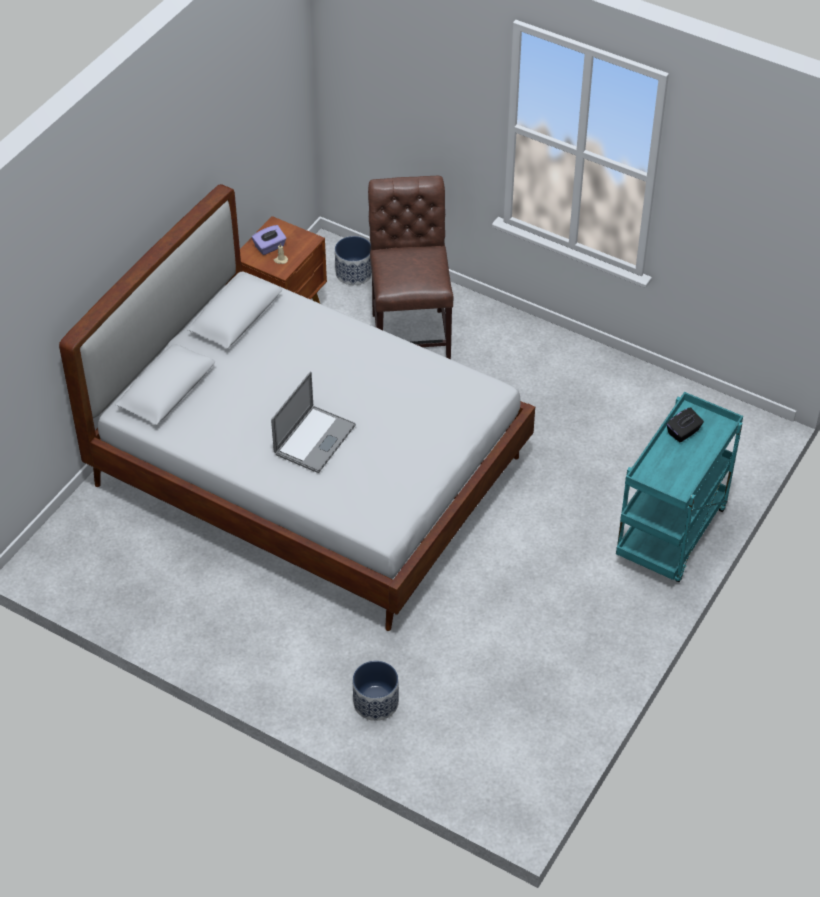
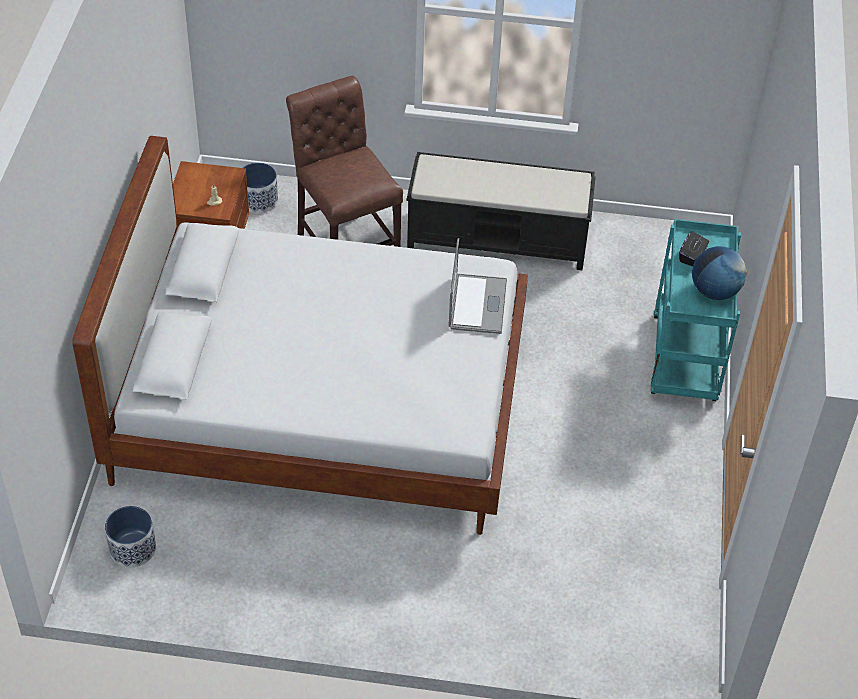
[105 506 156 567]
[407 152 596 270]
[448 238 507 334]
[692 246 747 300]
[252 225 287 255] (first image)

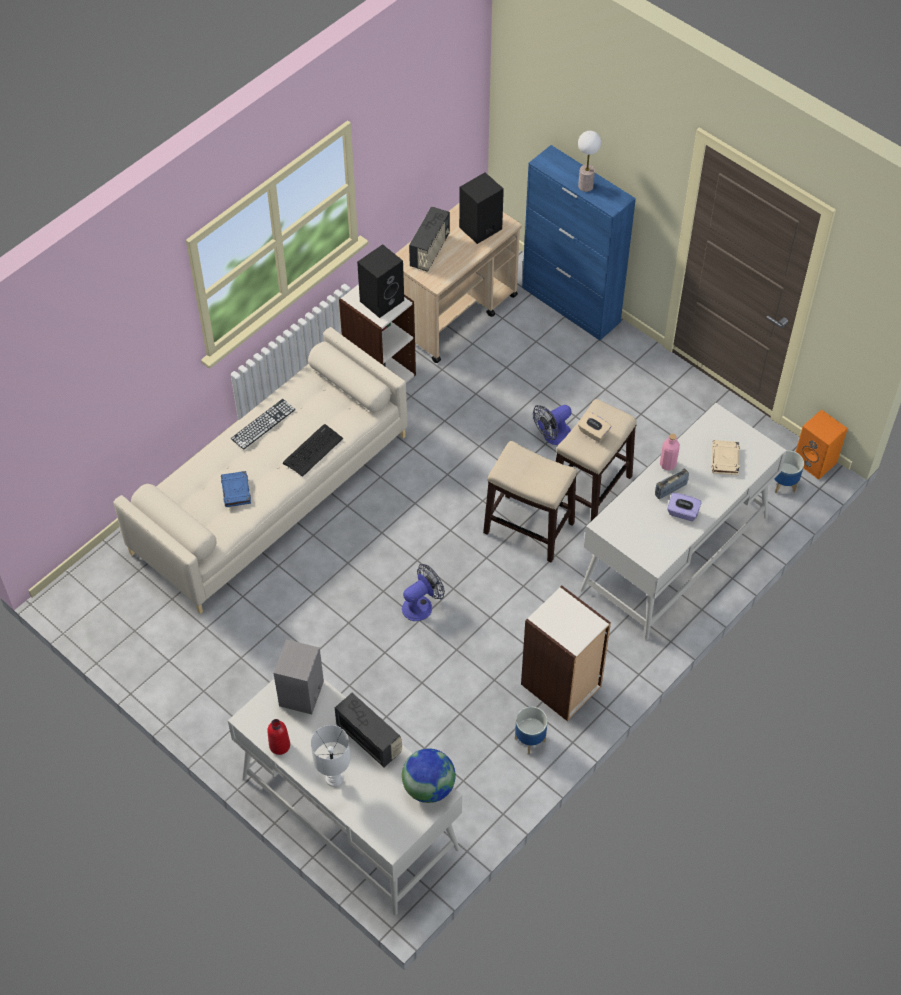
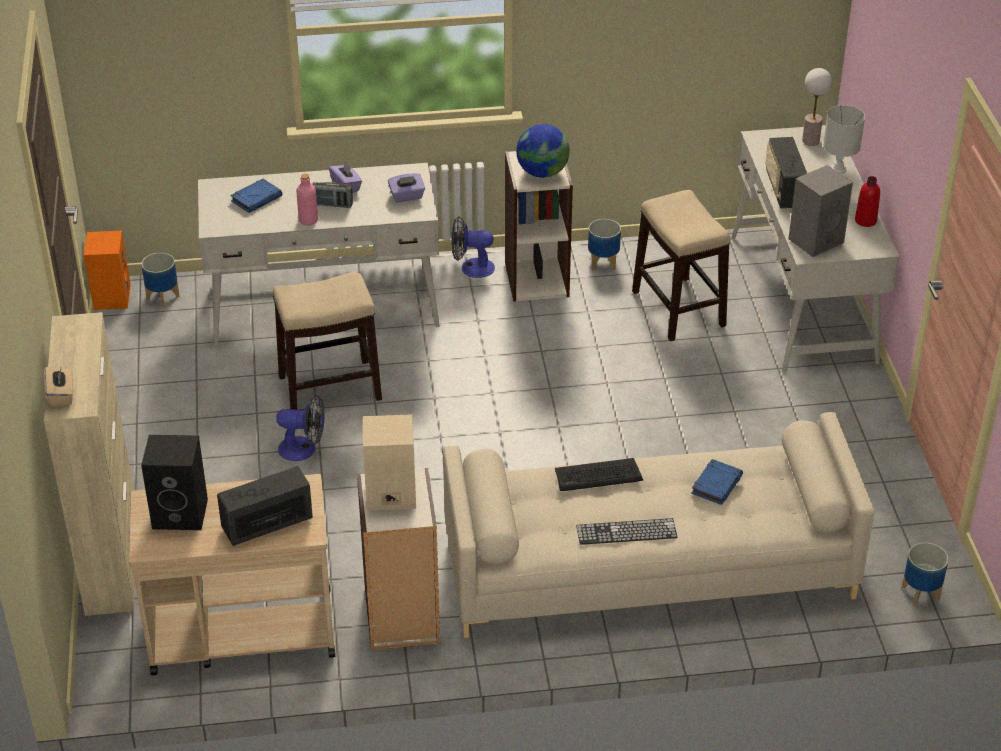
[44 312 134 616]
[44 365 74 407]
[230 179 282 213]
[363 414 416 511]
[388 173 425 203]
[451 216 495 278]
[516 124 570 178]
[632 190 731 341]
[802 68 832 146]
[902 543 949 607]

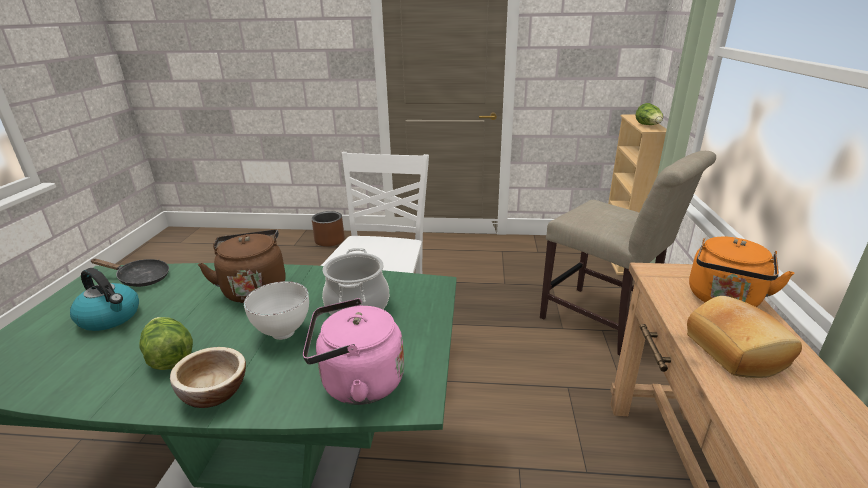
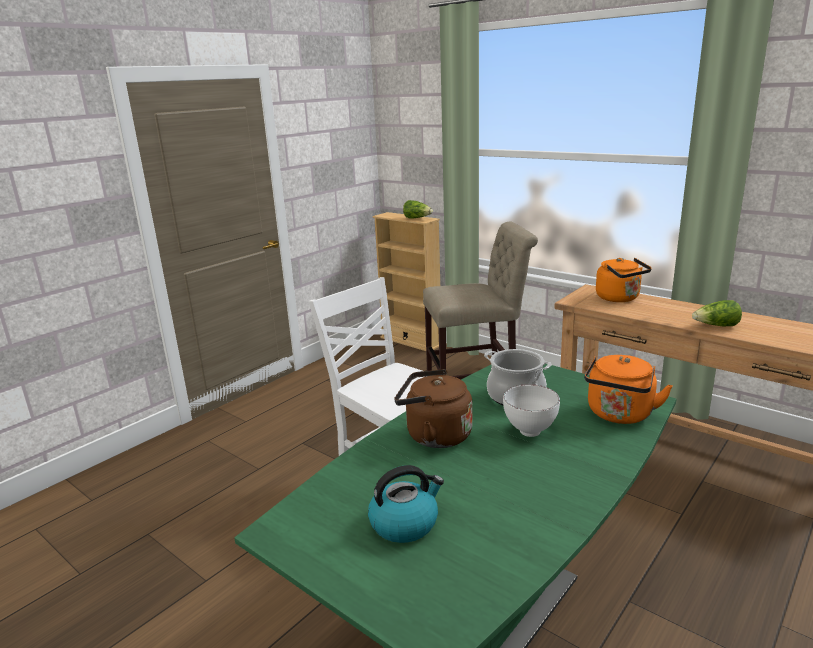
[584 355 673 424]
[692 300 742 326]
[90 259 169 287] (first image)
[170 347 246 408] (first image)
[312 211 345 247] (first image)
[687 296 802 378] (first image)

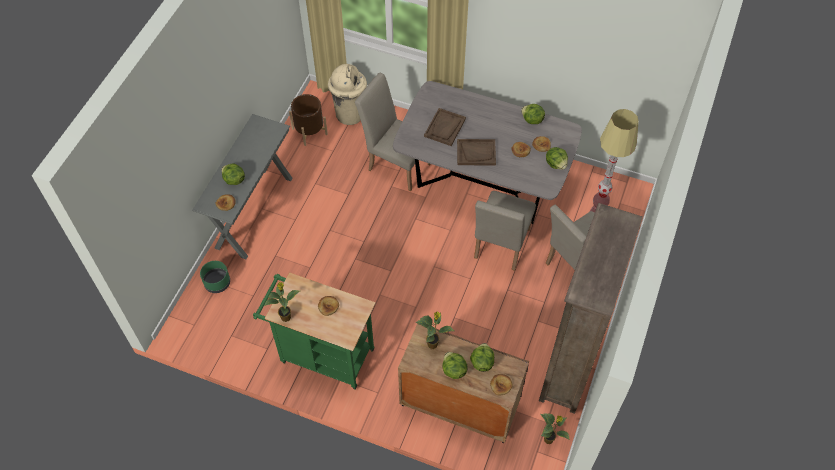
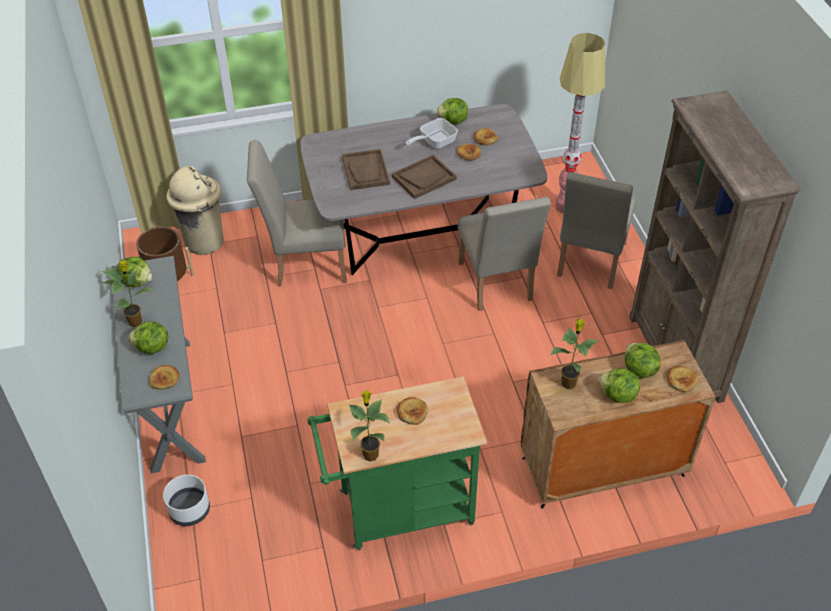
[102 260 154 327]
[116 257 152 287]
[163 475 210 526]
[406 118 458 149]

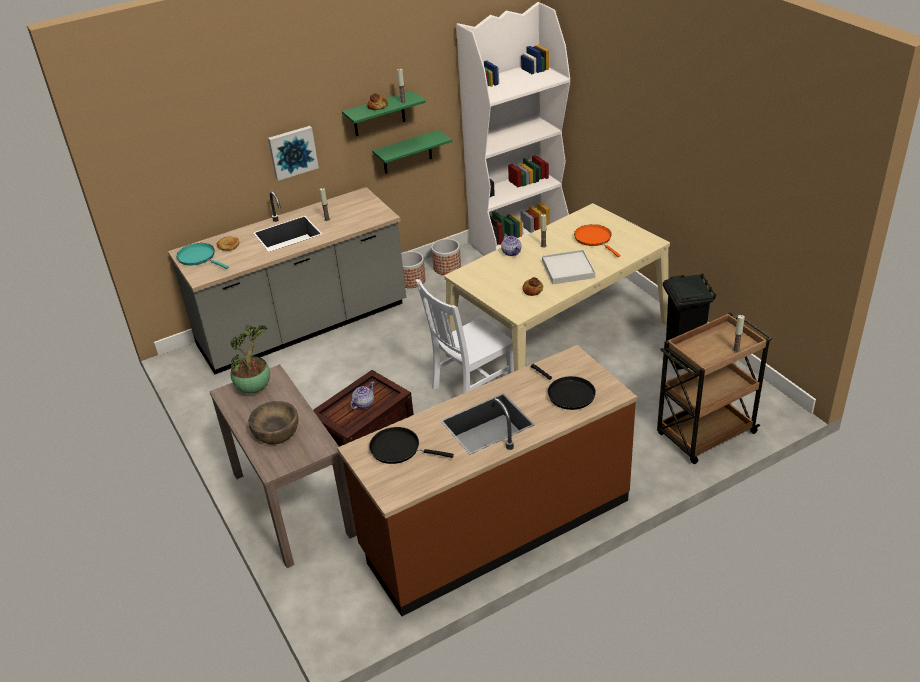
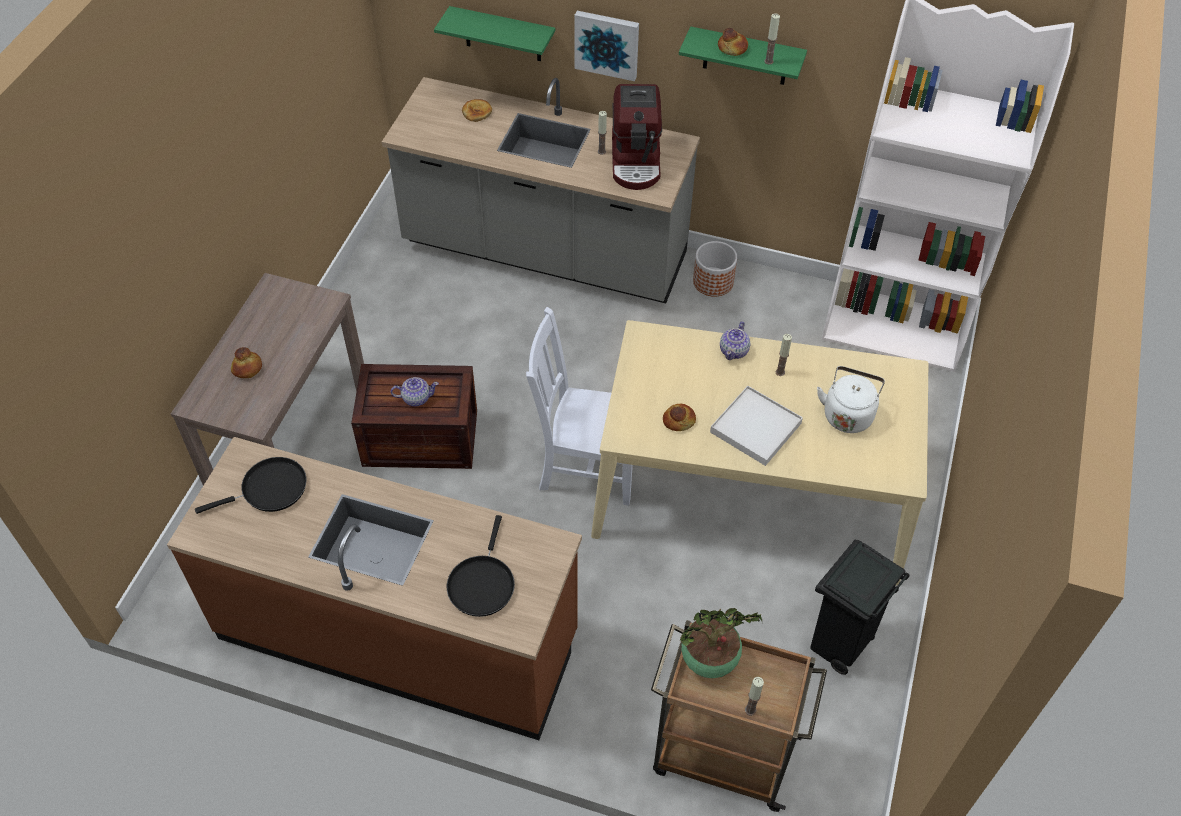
[195 457 306 514]
[231 347 262 378]
[434 6 555 61]
[612 84 662 190]
[680 608 762 678]
[817 366 885 433]
[176 243 229 269] (first image)
[431 238 461 275] (first image)

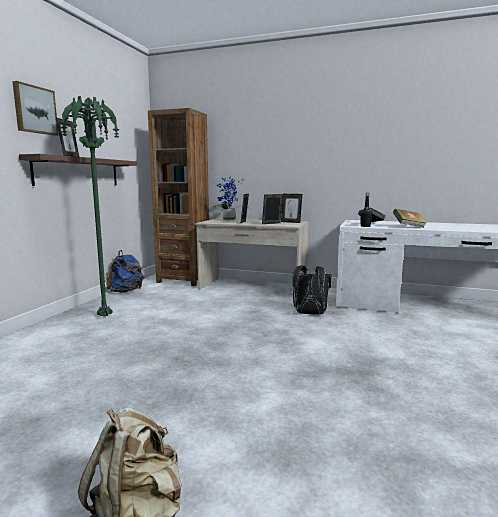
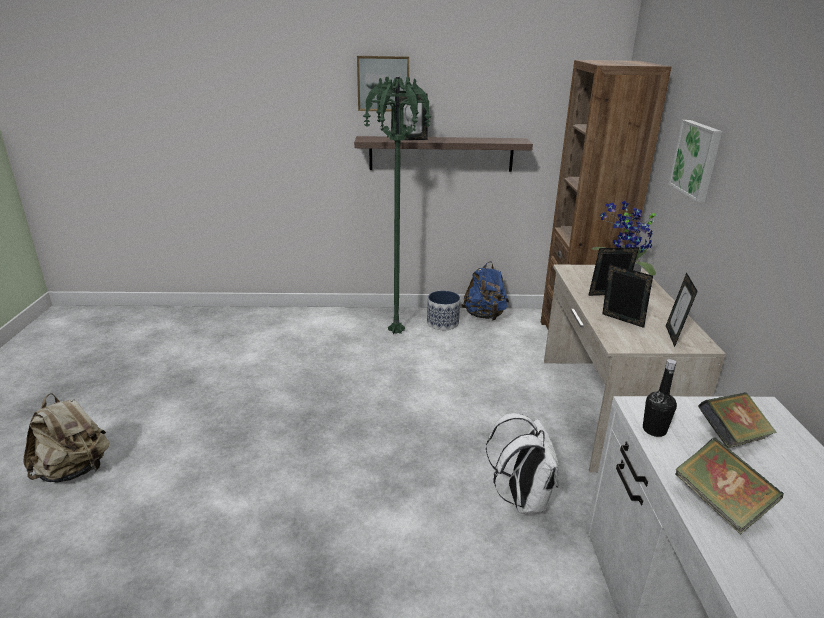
[427 291 460 330]
[486 413 559 514]
[669 120 722 202]

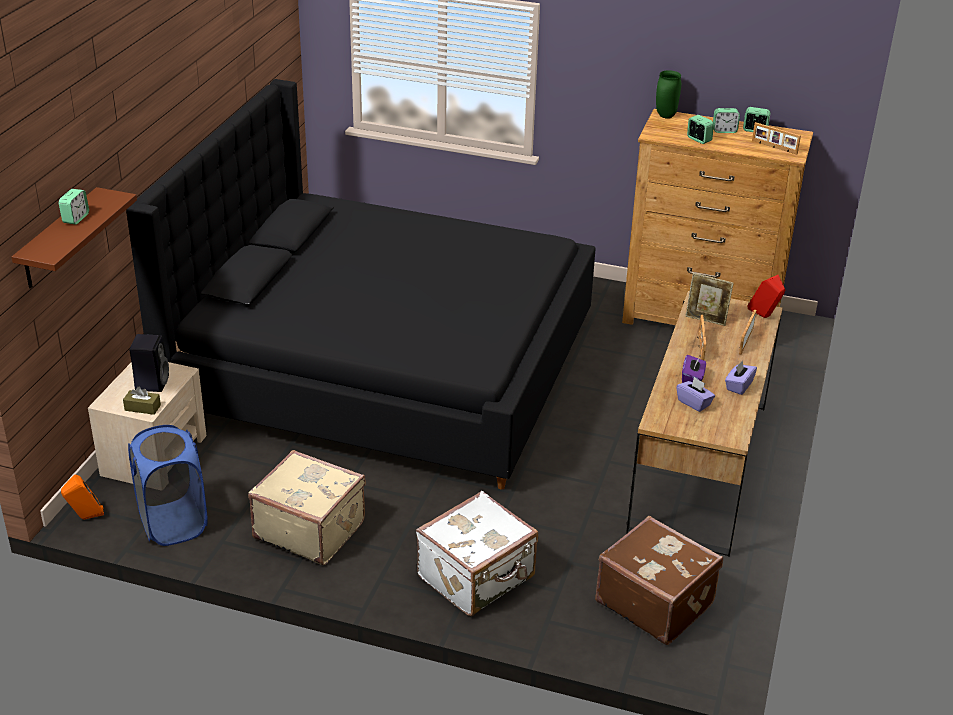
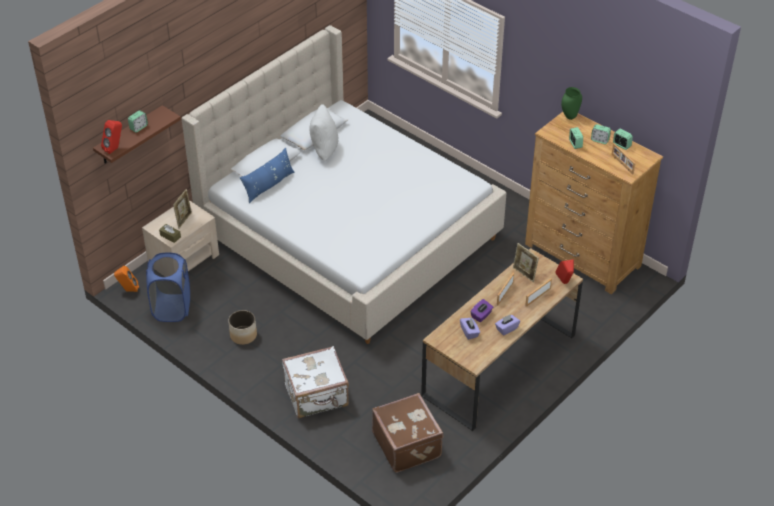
[101 120 122 154]
[173 189 192 228]
[182 25 506 344]
[228 310 257 345]
[240 148 294 203]
[309 104 338 162]

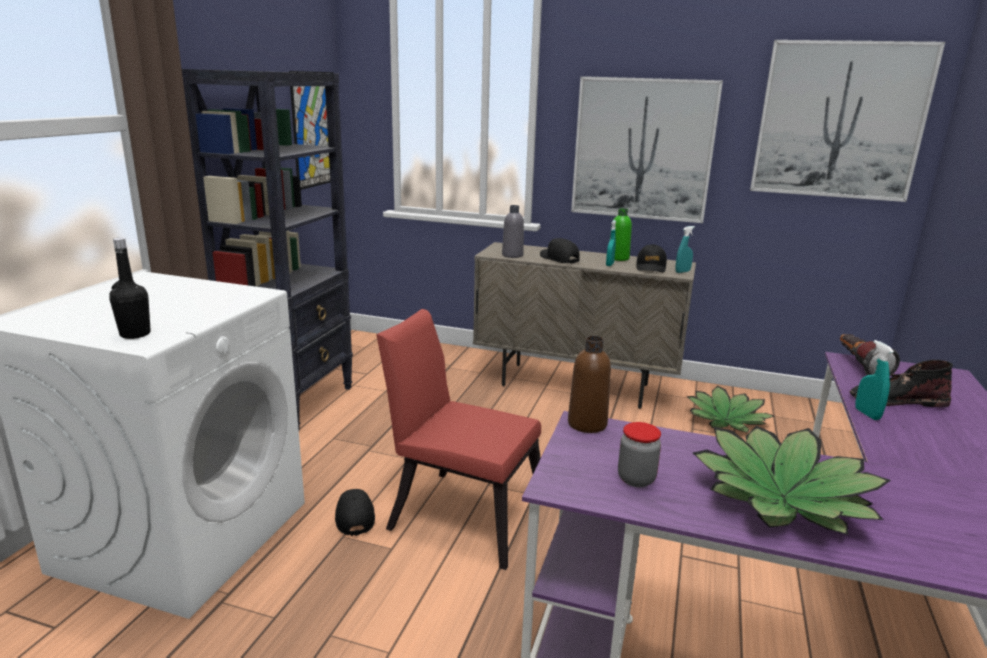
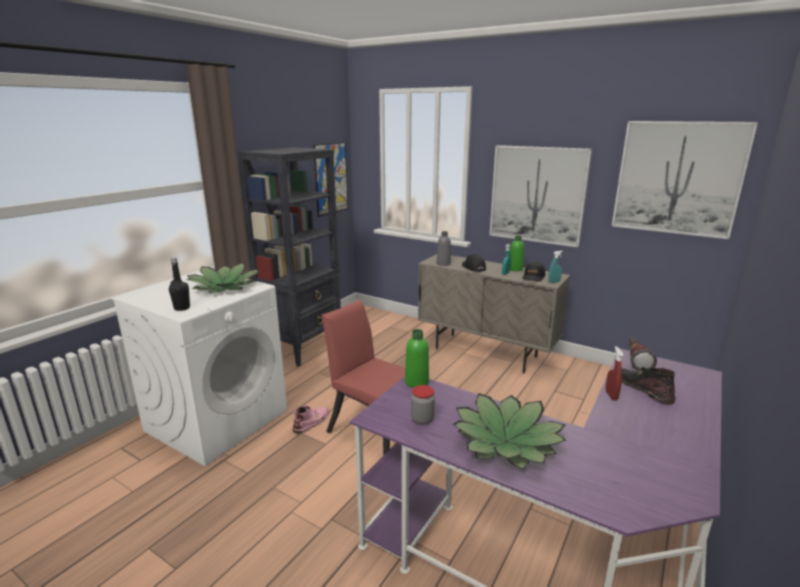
[186 262 260 294]
[293 405 329 434]
[405 329 429 388]
[605 346 624 400]
[621 367 675 405]

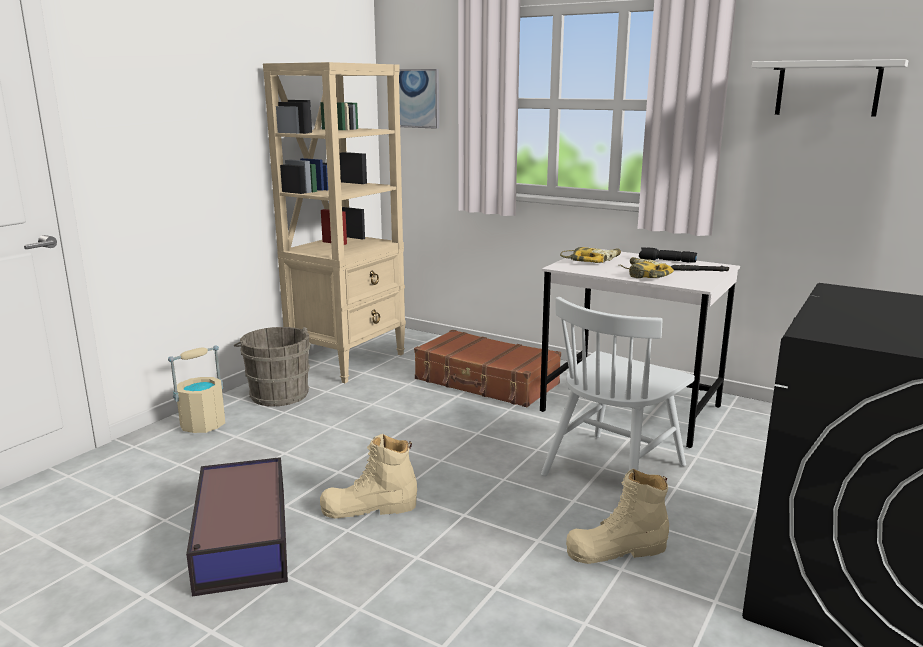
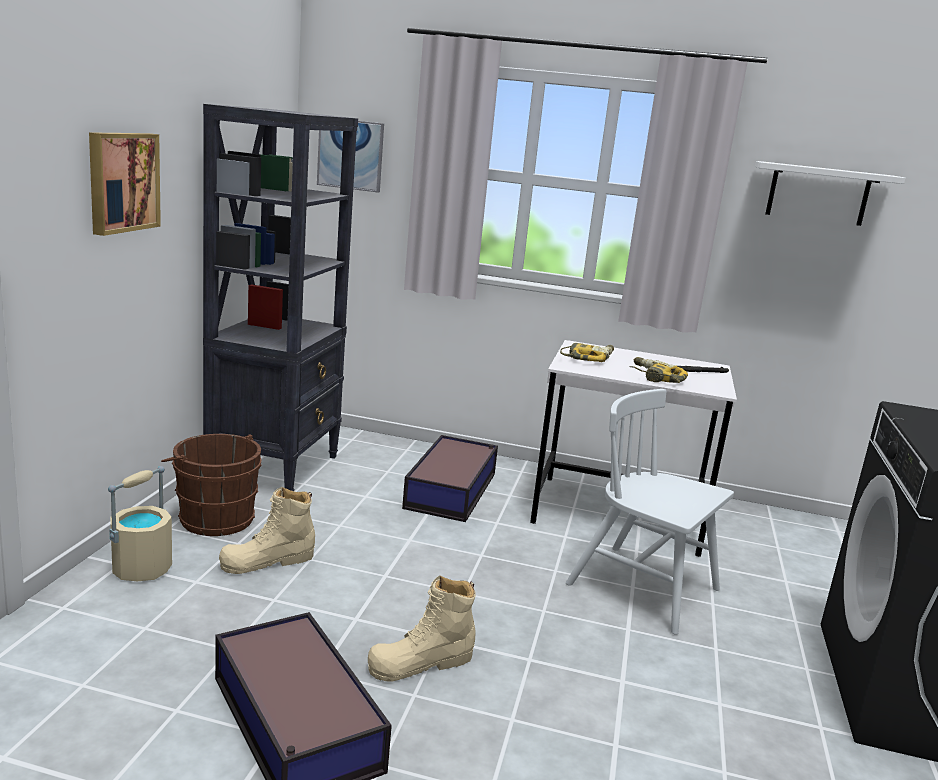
[89 132 161 236]
[161 434 262 536]
[203 104 358 491]
[219 487 315 574]
[402 435 498 522]
[566 389 734 635]
[639 247 697 263] (first image)

